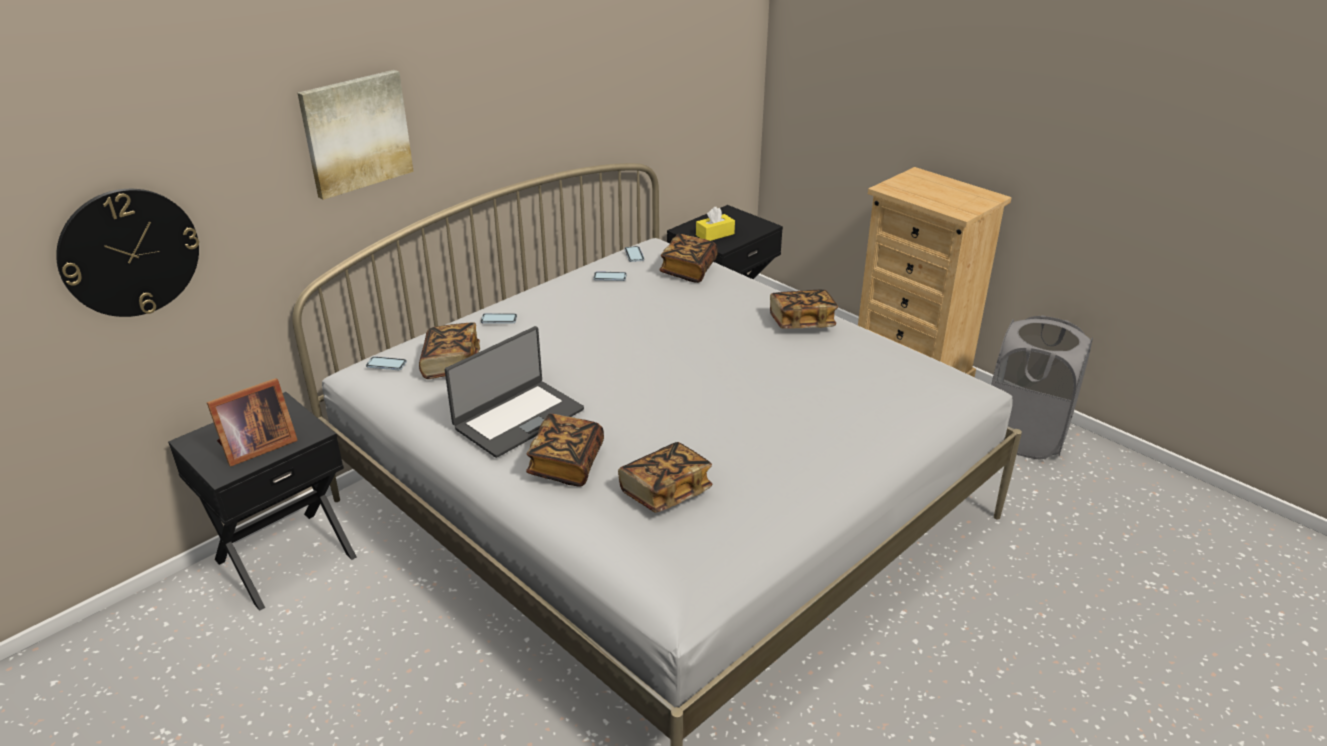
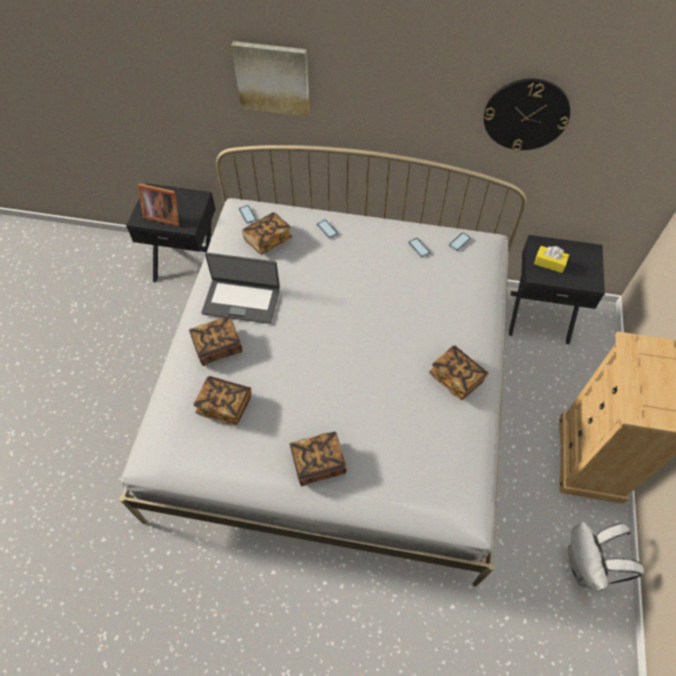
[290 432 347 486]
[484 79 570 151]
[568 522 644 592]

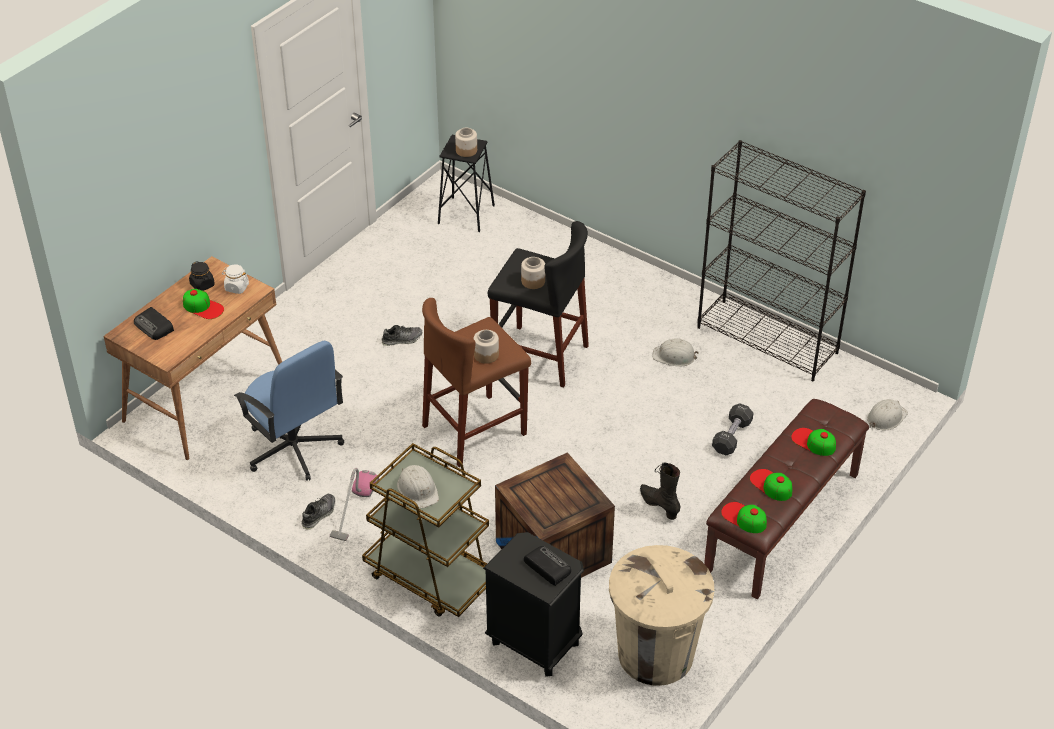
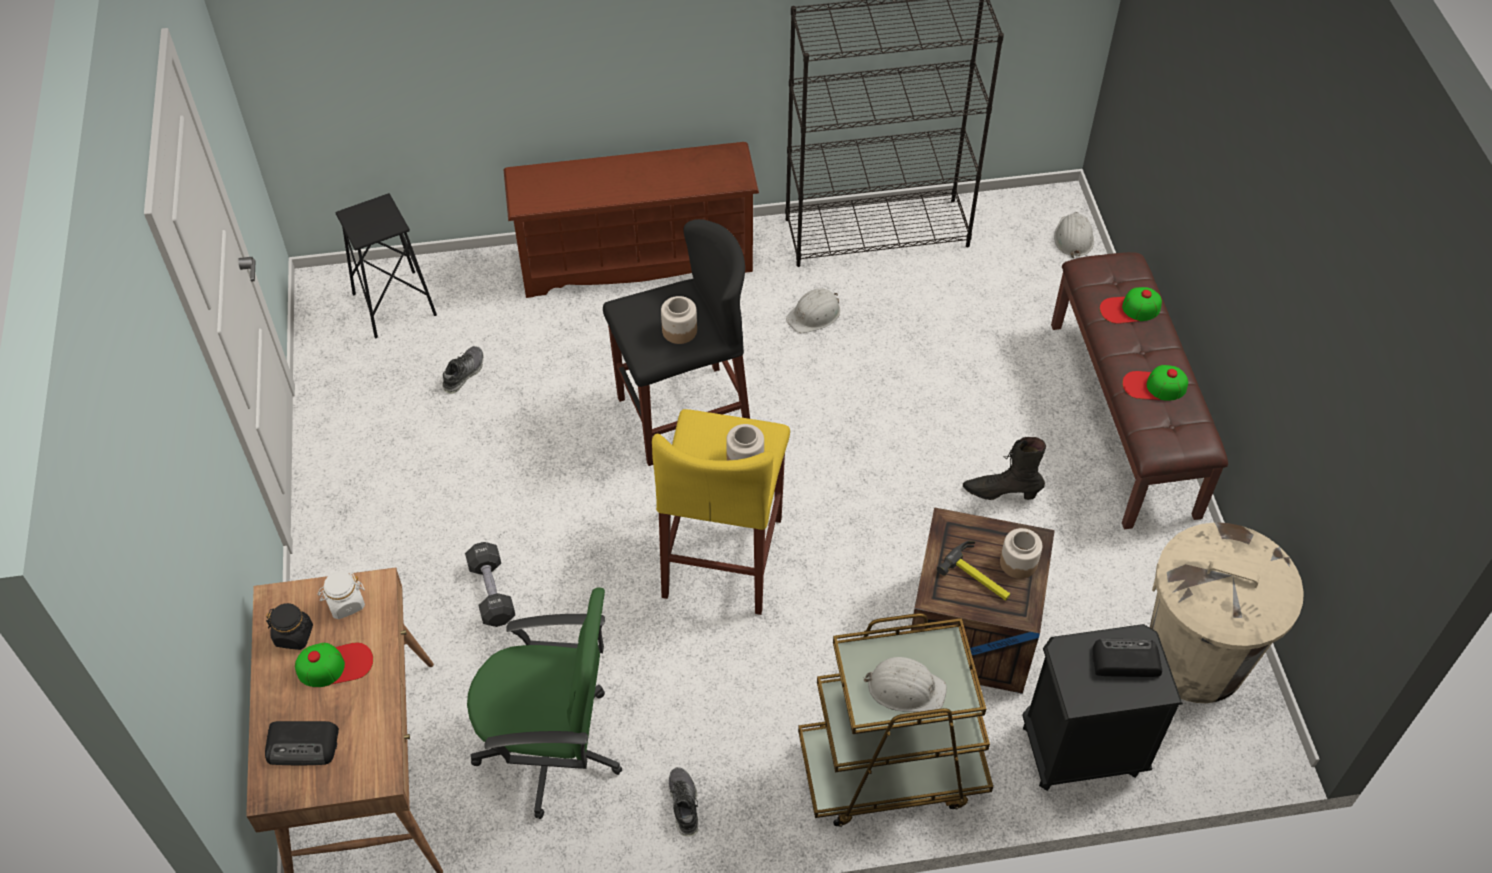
[442 346 484 394]
[465 542 515 627]
[467 587 622 819]
[504 142 759 298]
[652 409 790 615]
[937 541 1010 601]
[1000 528 1042 579]
[330 468 379 541] (first image)
[721 502 767 533] (first image)

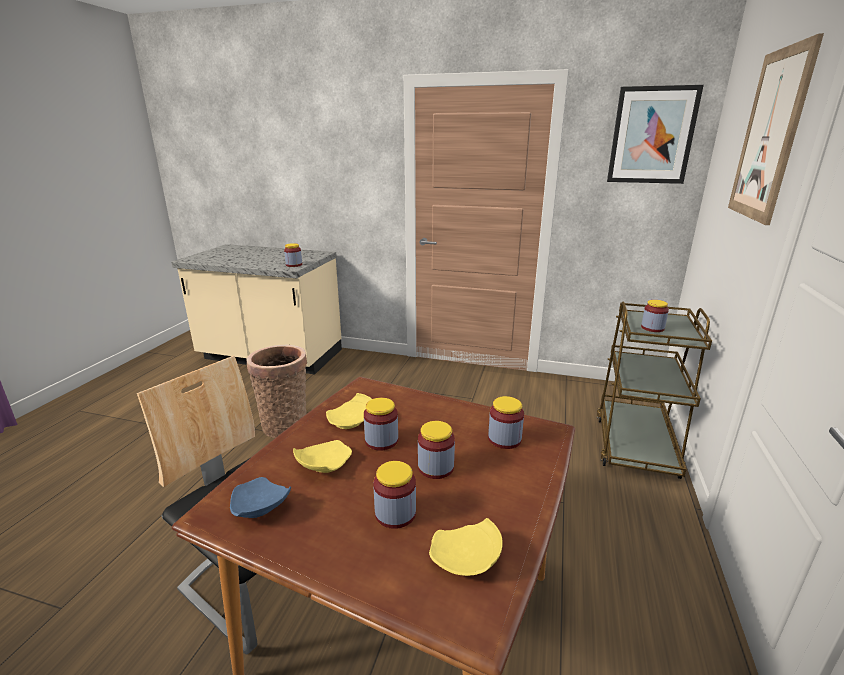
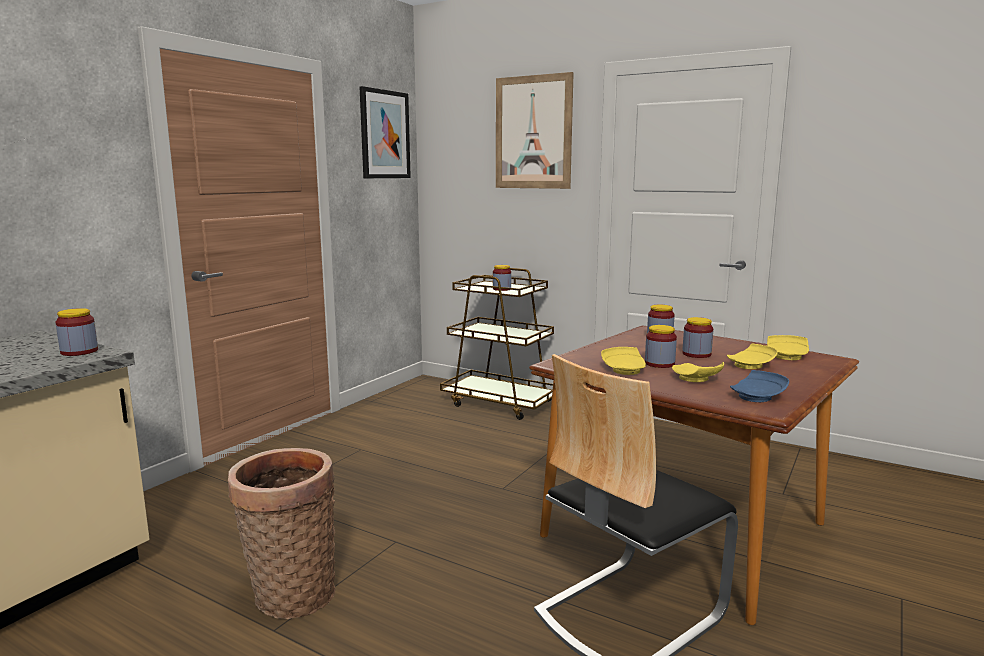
[727 344 778 369]

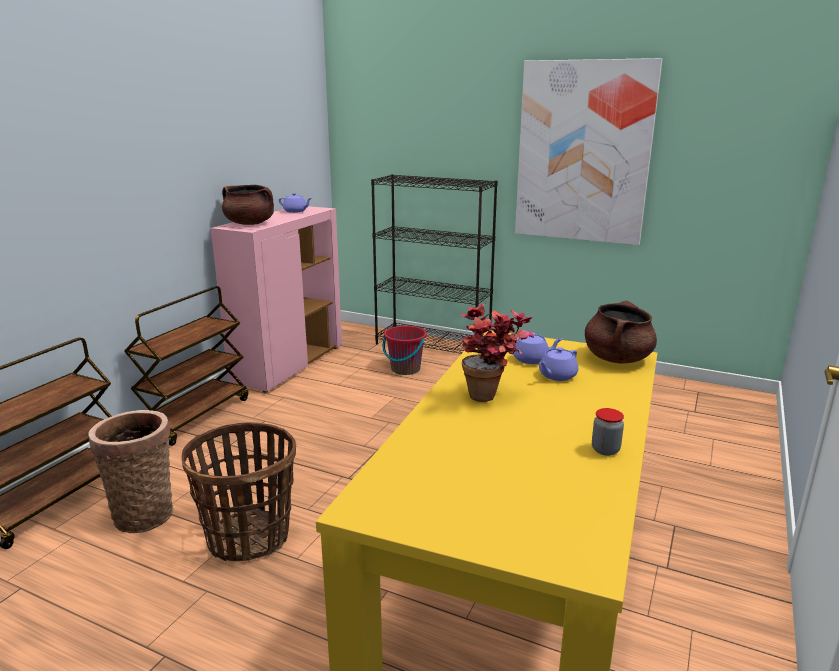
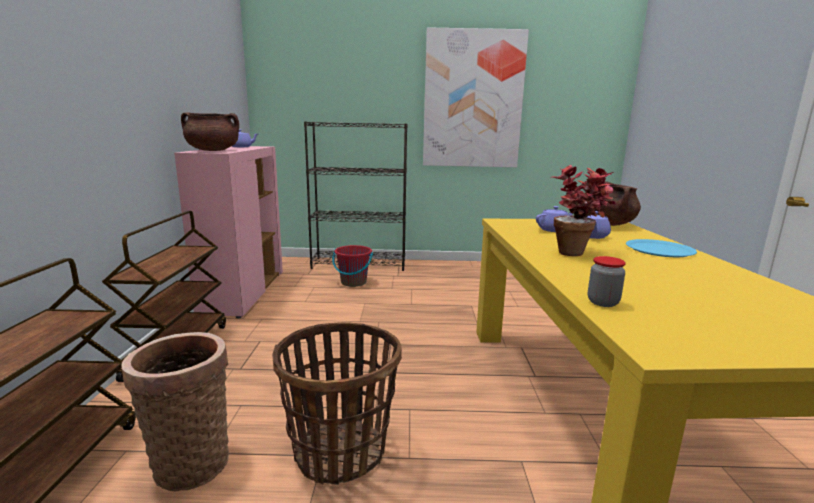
[588 256 626 307]
[626 239 697 257]

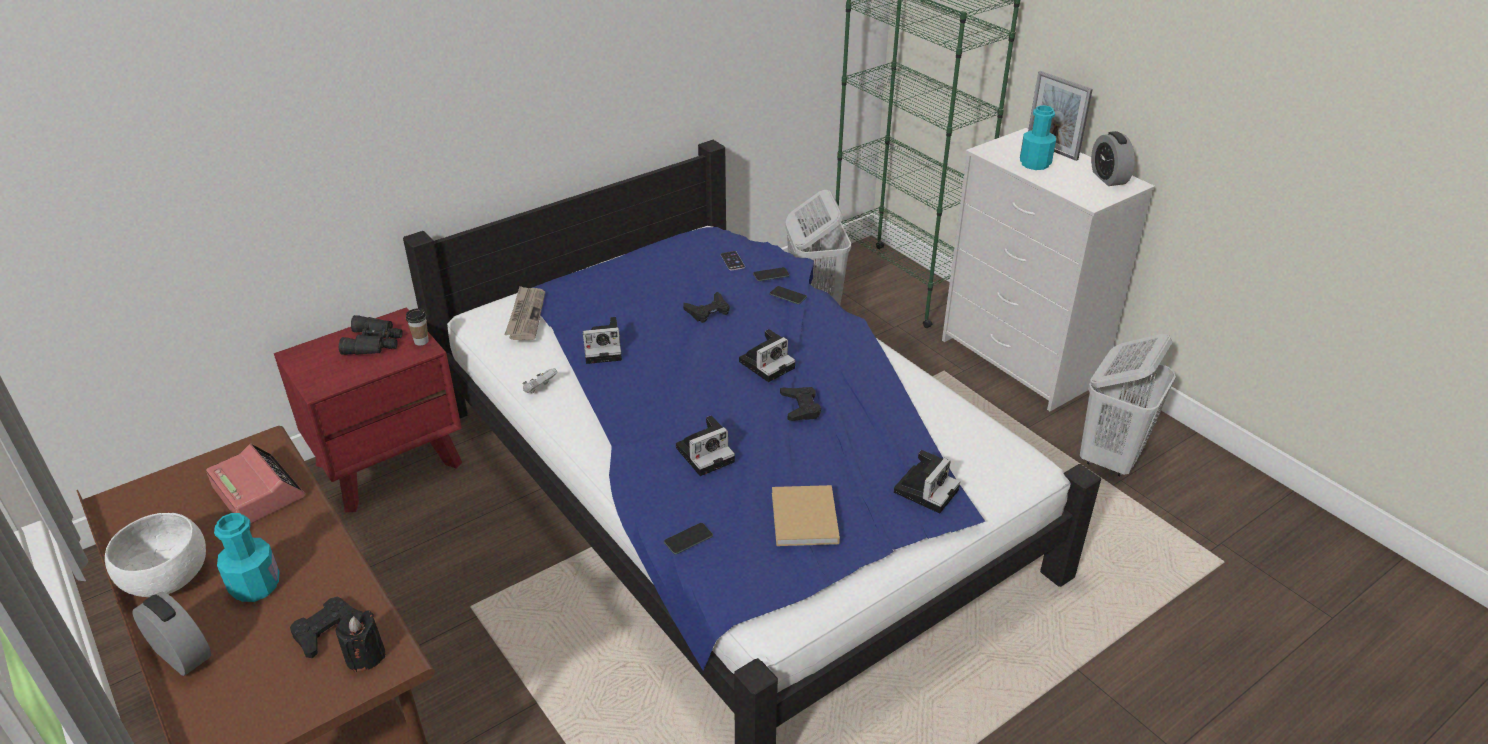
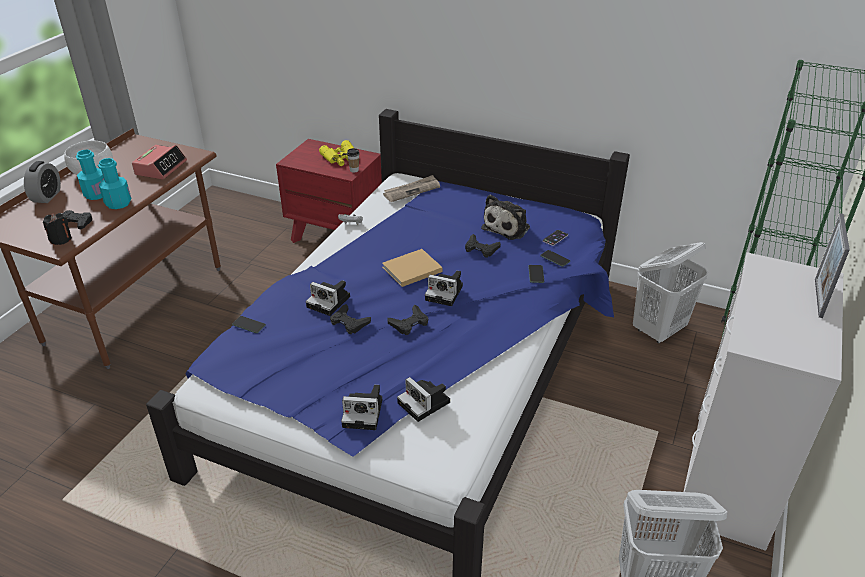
[98 158 131 209]
[319 140 354 166]
[330 304 371 334]
[382 249 442 287]
[397 377 450 422]
[481 195 530 240]
[1091 131 1135 186] (first image)

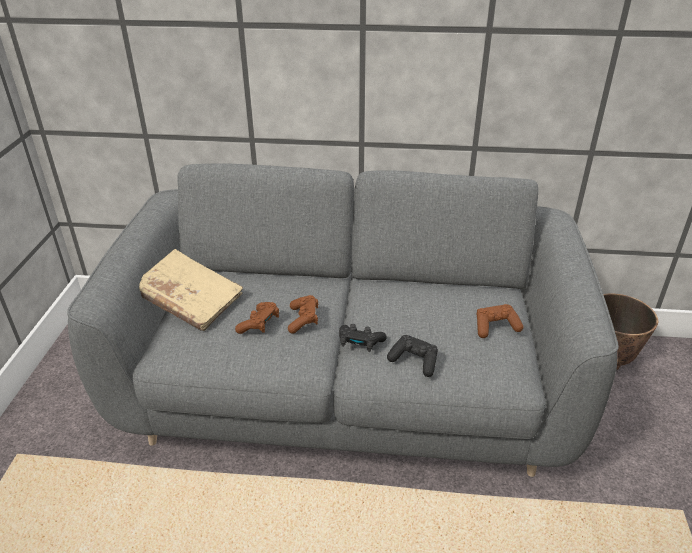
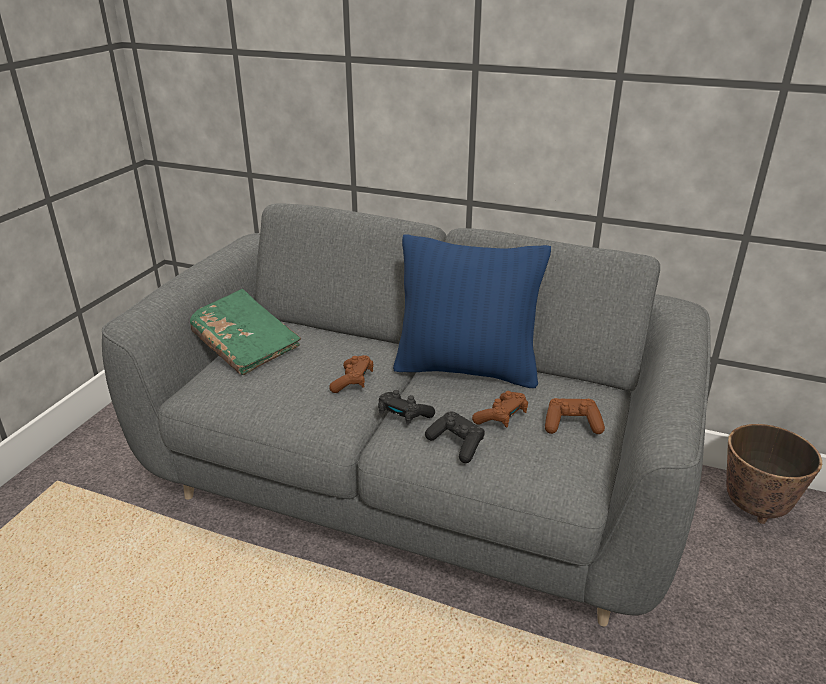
[190 289 301 375]
[393 234 551 388]
[472 391 528 427]

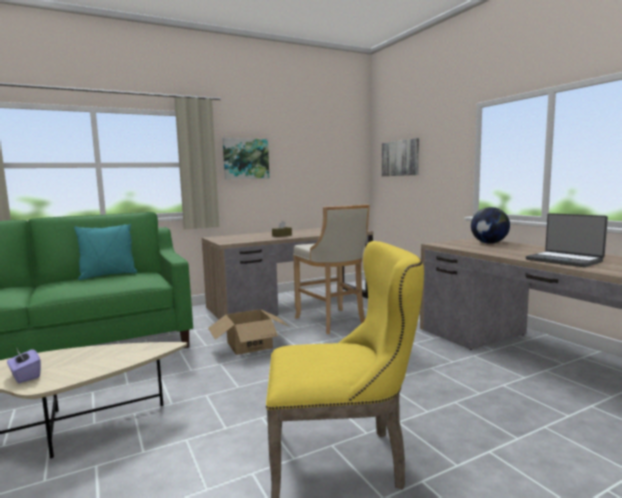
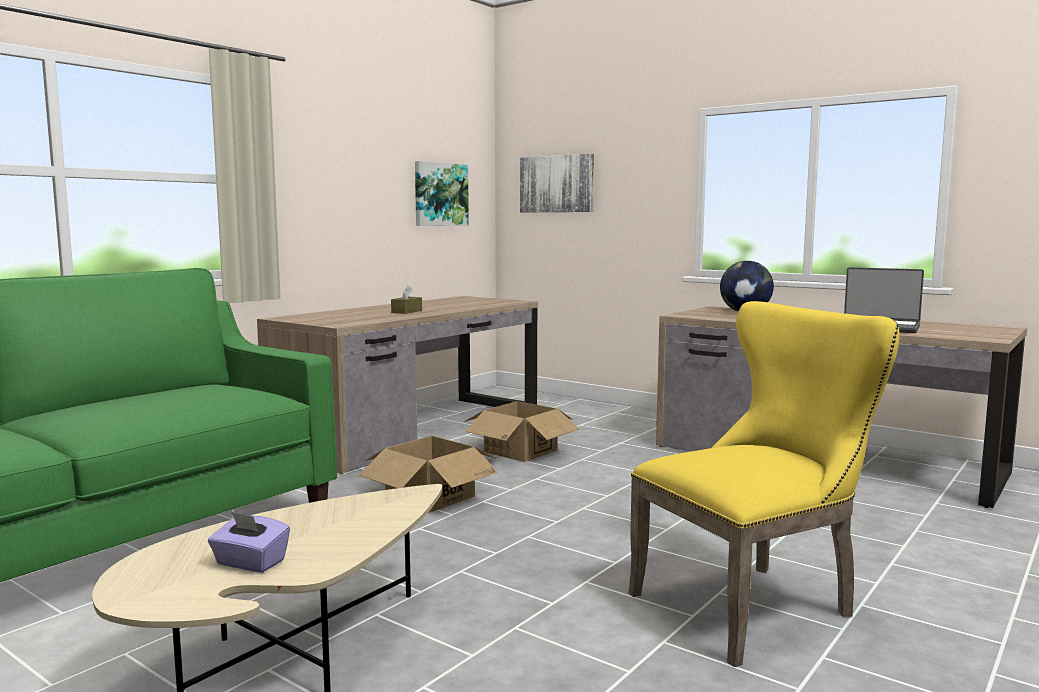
[415 161 469 226]
[464 401 579 462]
[74 224 137 280] (first image)

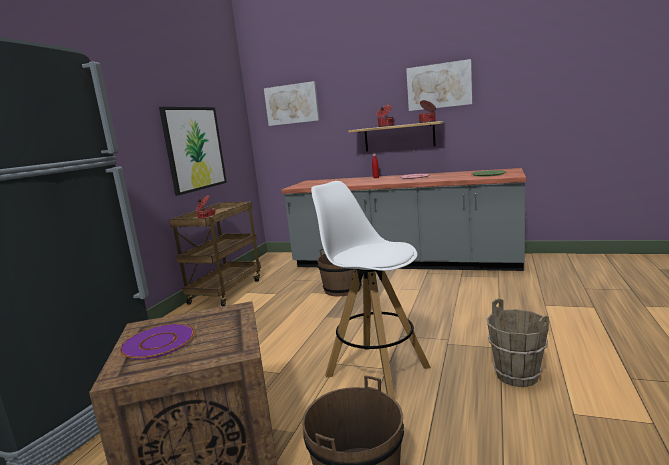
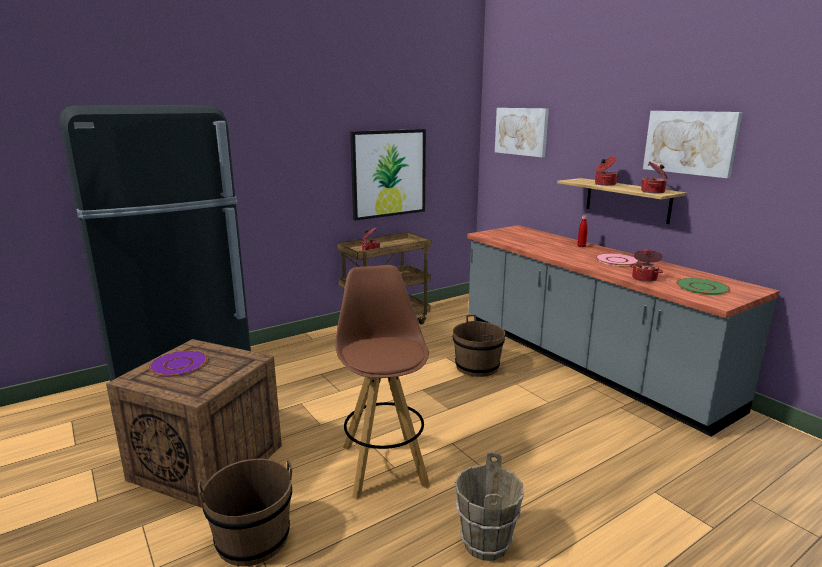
[335 265 430 499]
[629 250 663 282]

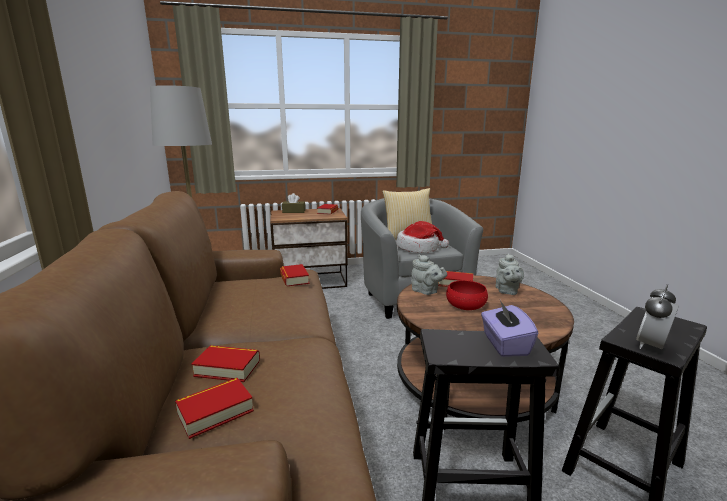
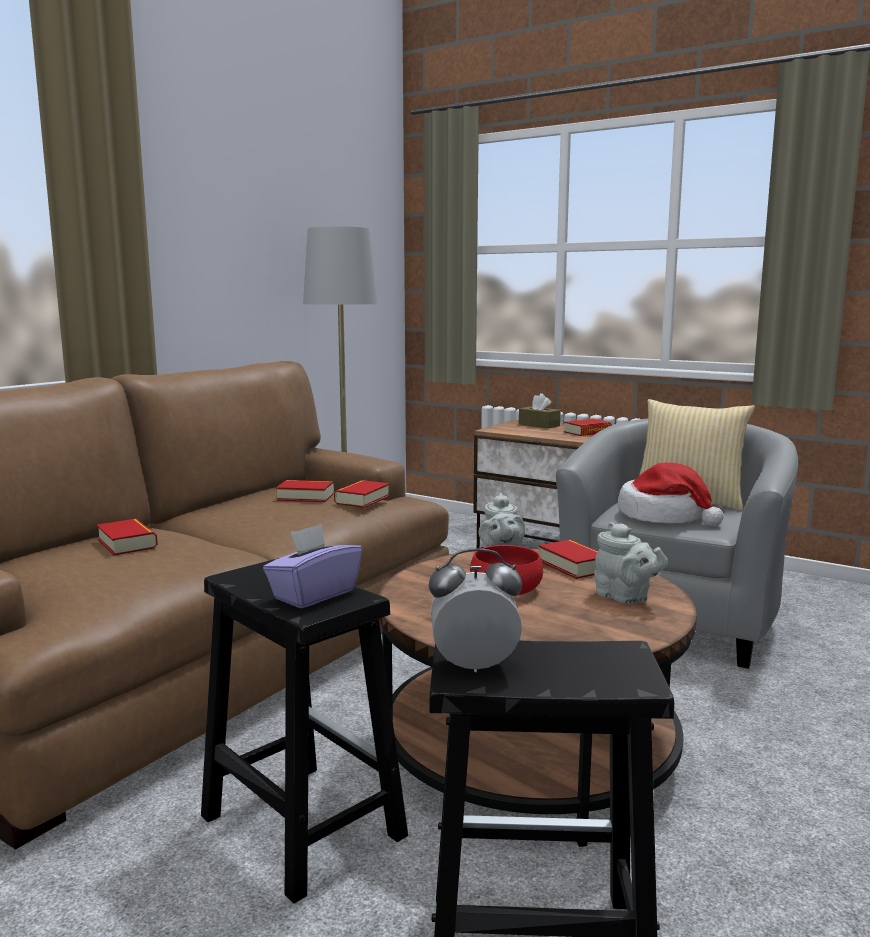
[276 480 334 502]
[594 522 668 604]

